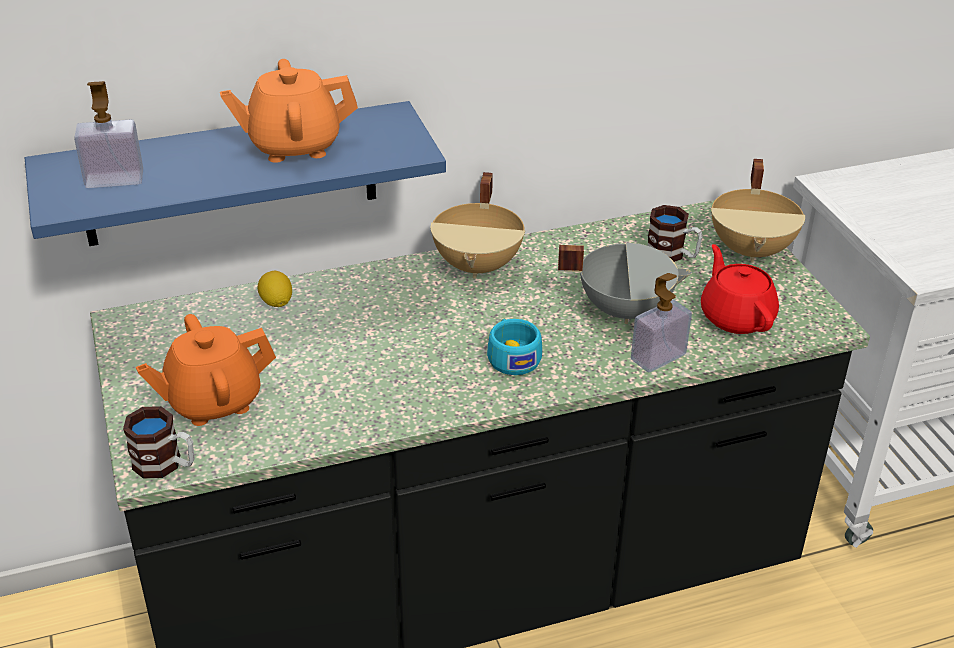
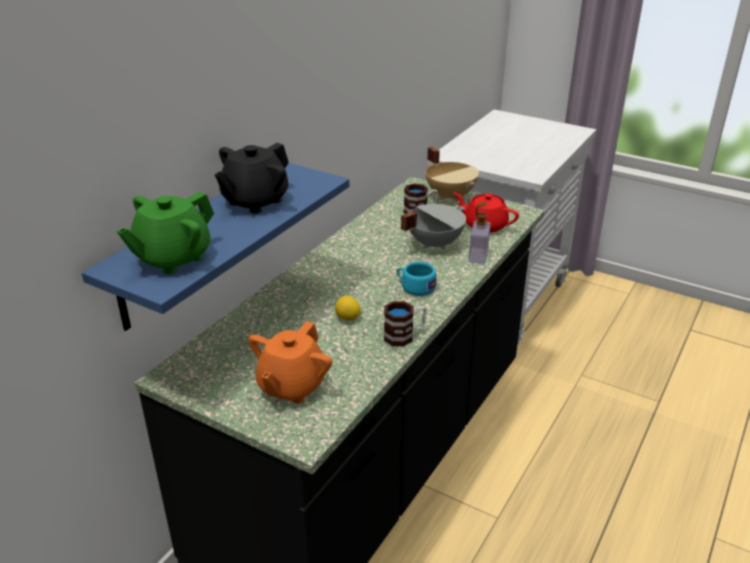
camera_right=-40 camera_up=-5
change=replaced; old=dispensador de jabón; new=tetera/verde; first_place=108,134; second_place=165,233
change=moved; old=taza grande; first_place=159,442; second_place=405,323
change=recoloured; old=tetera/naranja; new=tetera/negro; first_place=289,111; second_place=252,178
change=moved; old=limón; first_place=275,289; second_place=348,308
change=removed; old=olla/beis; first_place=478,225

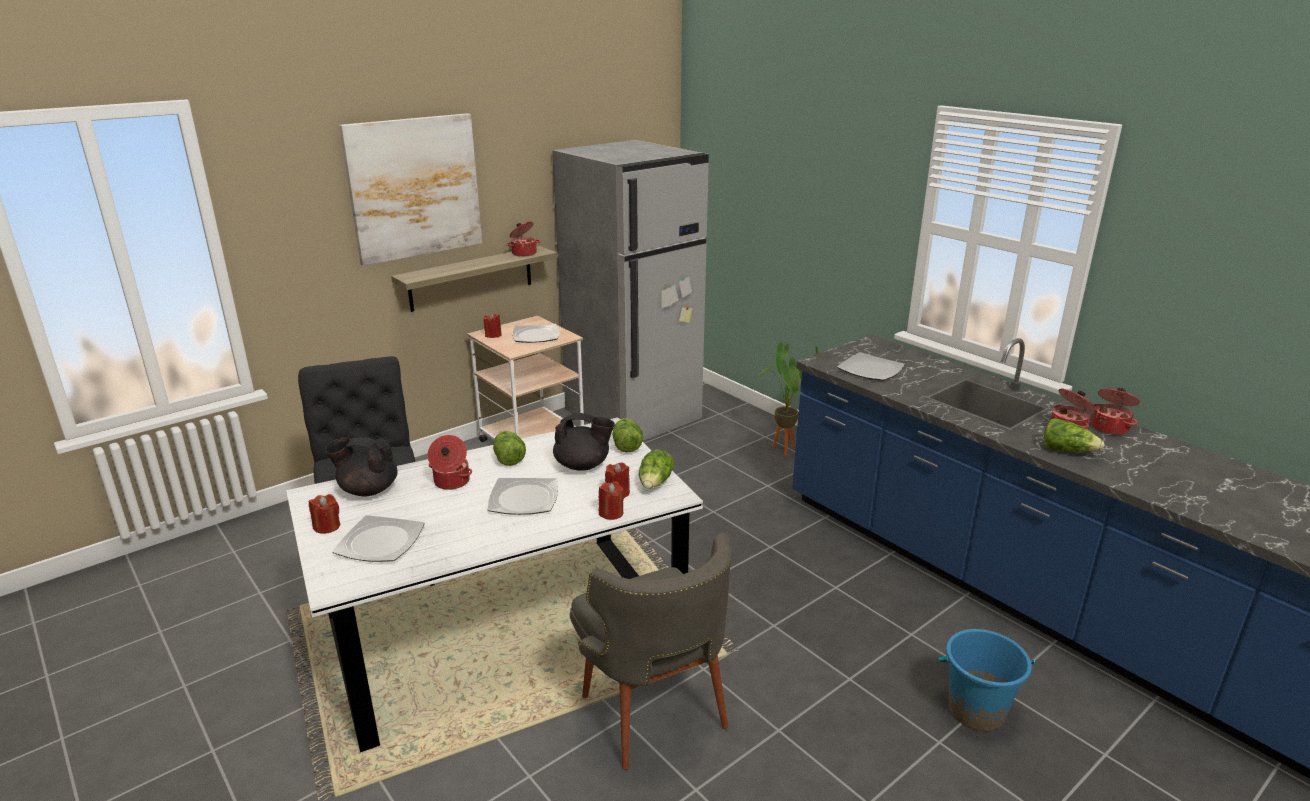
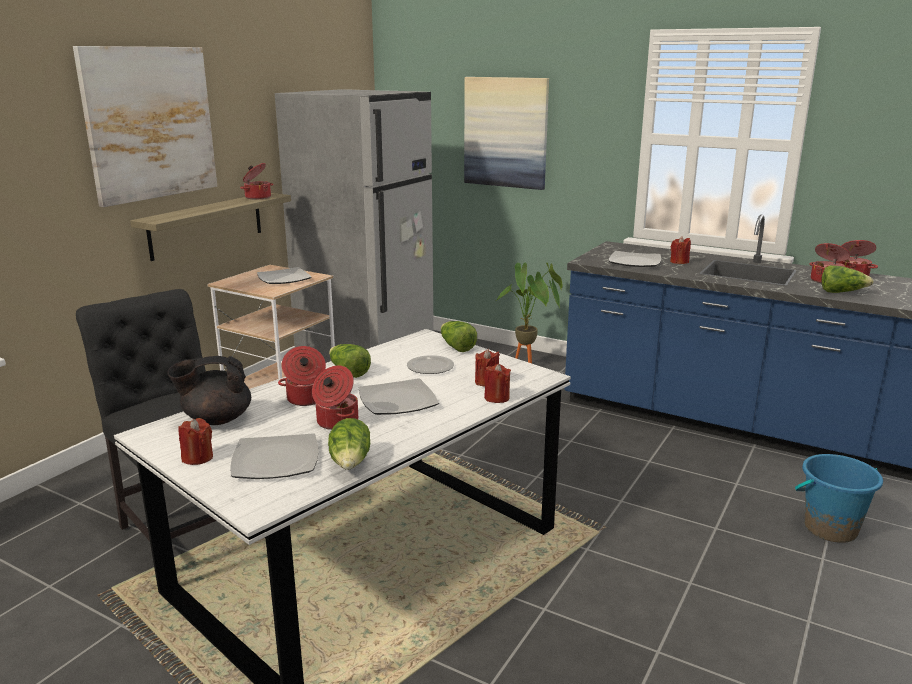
camera_right=-20 camera_up=-5
change=moved; old=vela/rojo; first_place=493,325; second_place=680,250
change=replaced; old=tetera/negro; new=plato; first_place=584,442; second_place=430,364
change=removed; old=silla/gris; first_place=650,651
change=moved; old=lechuga; first_place=656,469; second_place=349,444
change=added; new=olla; second_place=335,397
change=added; new=cuadro; second_place=506,133

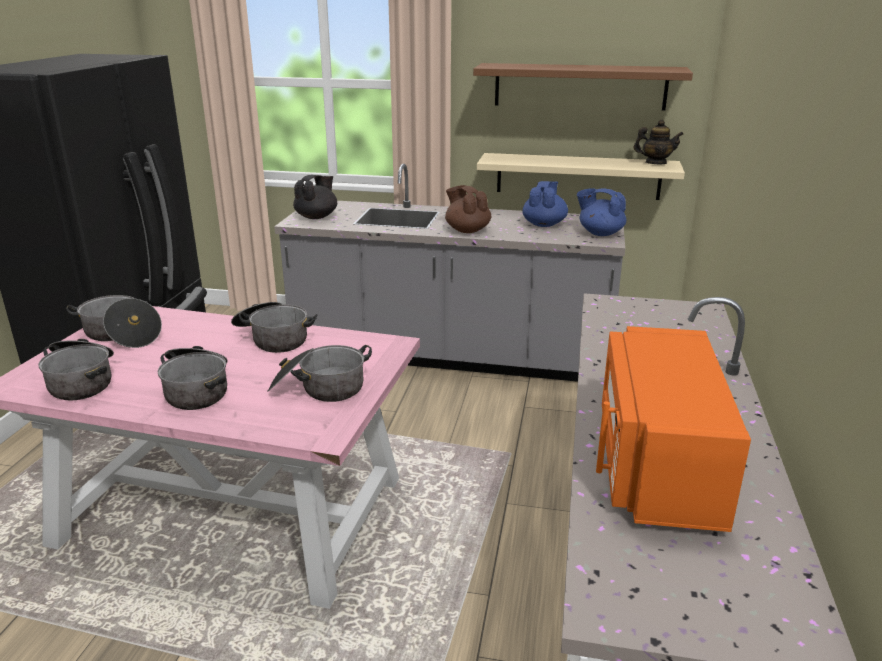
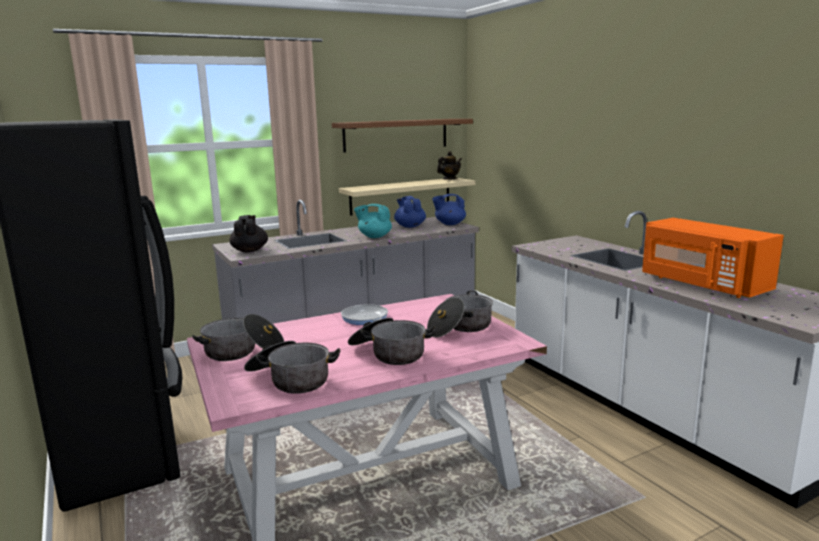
camera_right=-40 camera_up=-10
change=replaced; old=olla; new=sartén; first_place=274,327; second_place=364,314
change=recoloured; old=tetera/marrón; new=tetera/turquesa; first_place=468,209; second_place=373,221

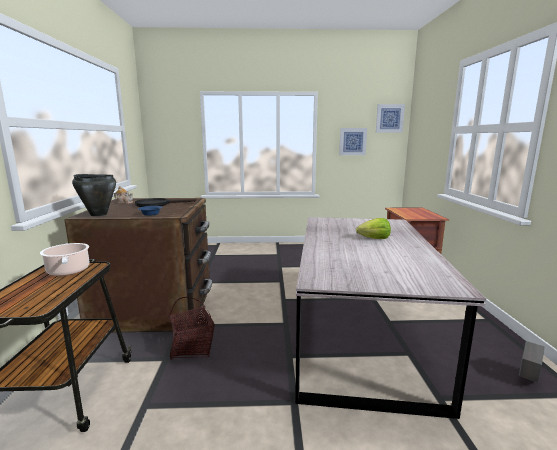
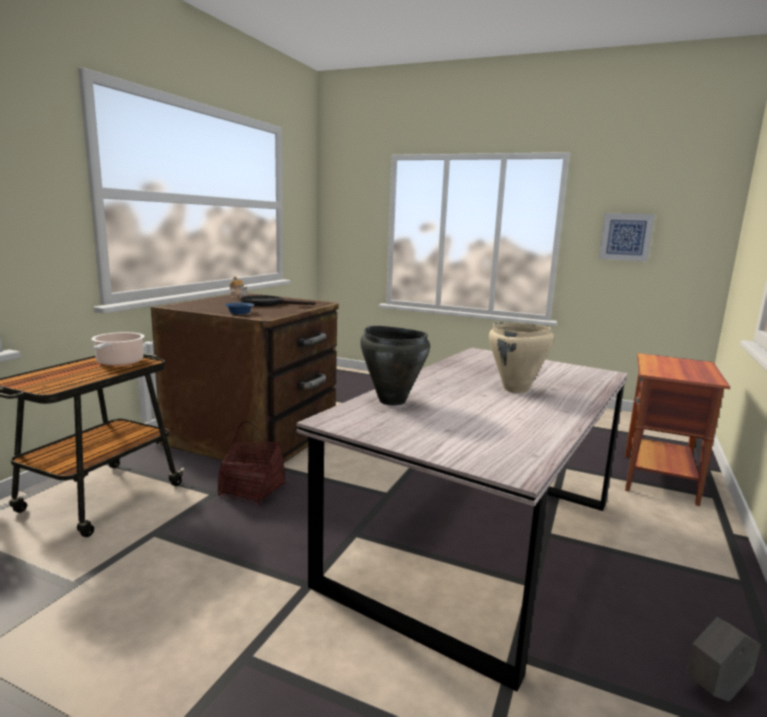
camera_right=25 camera_up=0
change=moved; old=olla/negro; first_place=94,195; second_place=395,365
change=replaced; old=lechuga; new=olla/beis; first_place=373,228; second_place=521,357
change=removed; old=cuadro; first_place=390,118

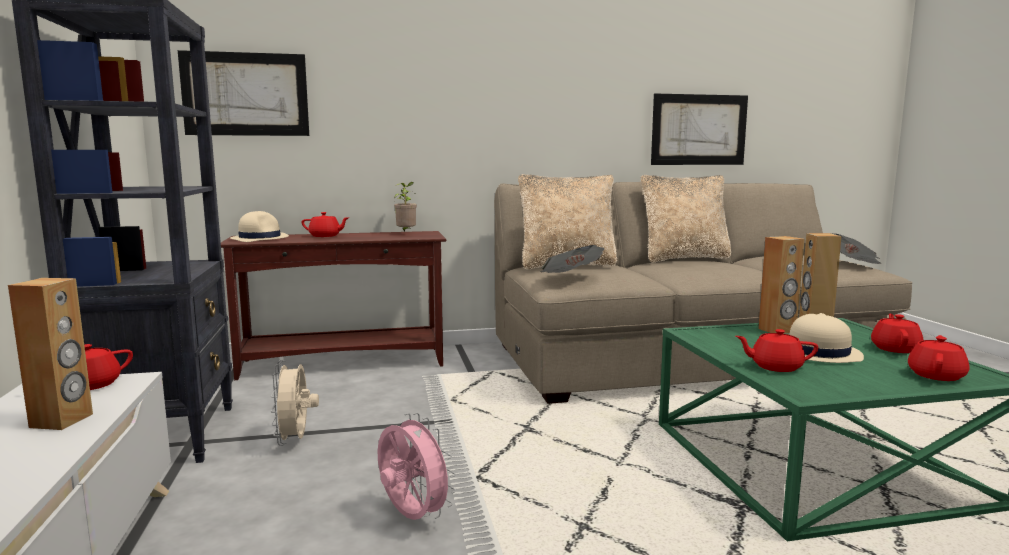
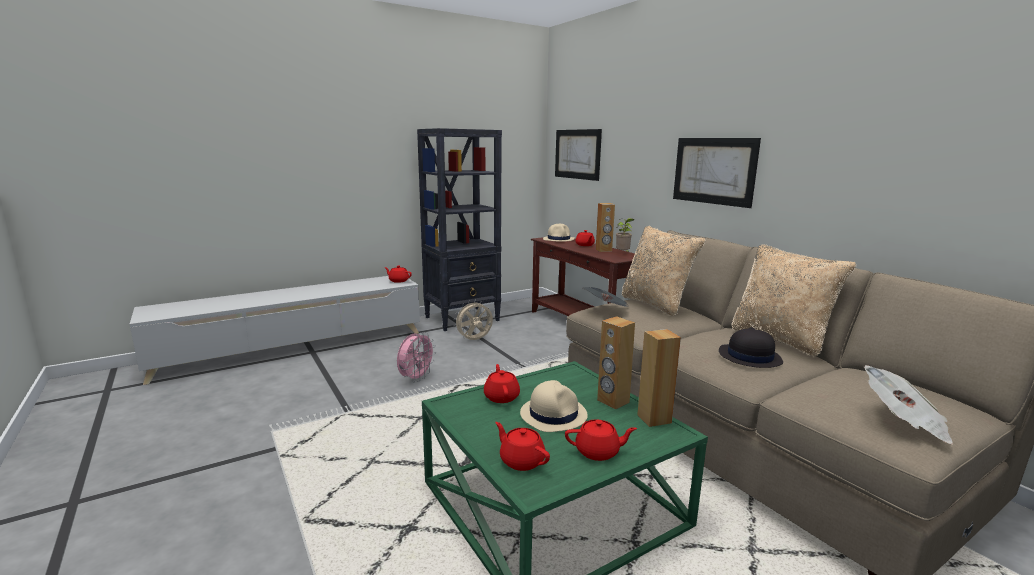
camera_right=70 camera_up=5
change=moved; old=altavoz/marrón; first_place=50,354; second_place=605,227
change=moved; old=cuadro; first_place=699,129; second_place=717,173
change=turned; old=tetera/rojo; first_place=938,358; second_place=522,446; degrees=-150
change=added; new=sombrero/negro; second_place=751,347

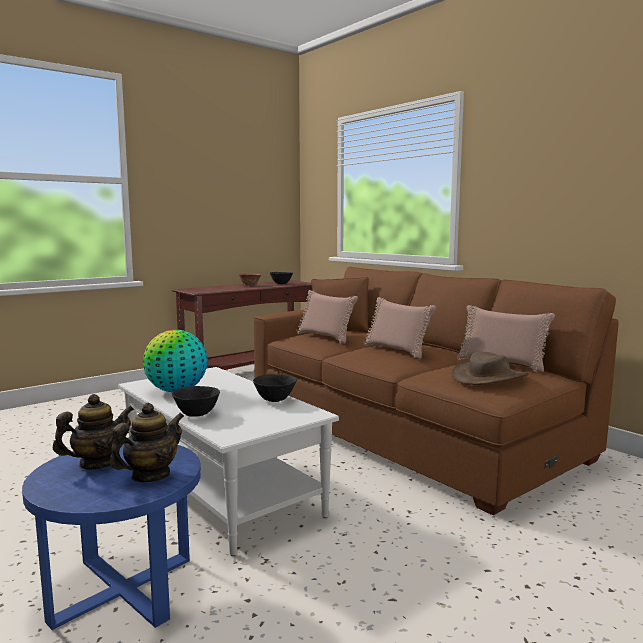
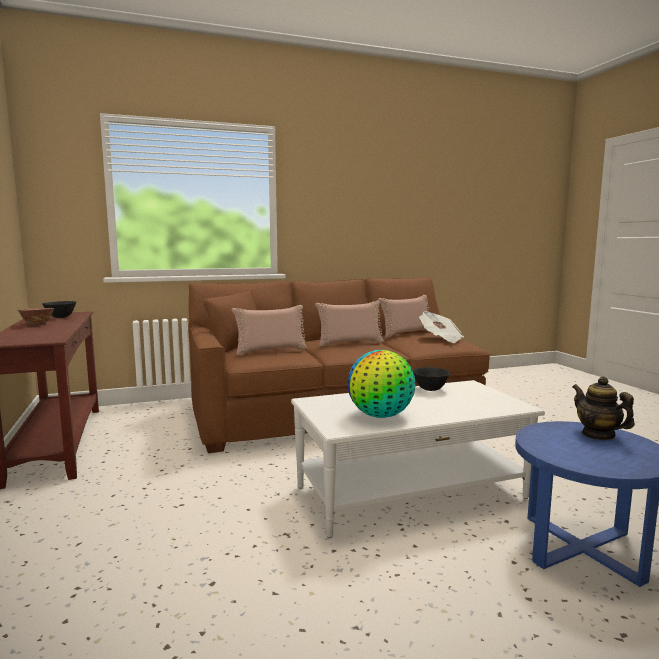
camera_right=-70 camera_up=0
change=removed; old=tetera; first_place=93,431
change=removed; old=cuenco/negro; first_place=196,401
change=replaced; old=sombrero/marrón; new=periódico; first_place=490,368; second_place=441,327

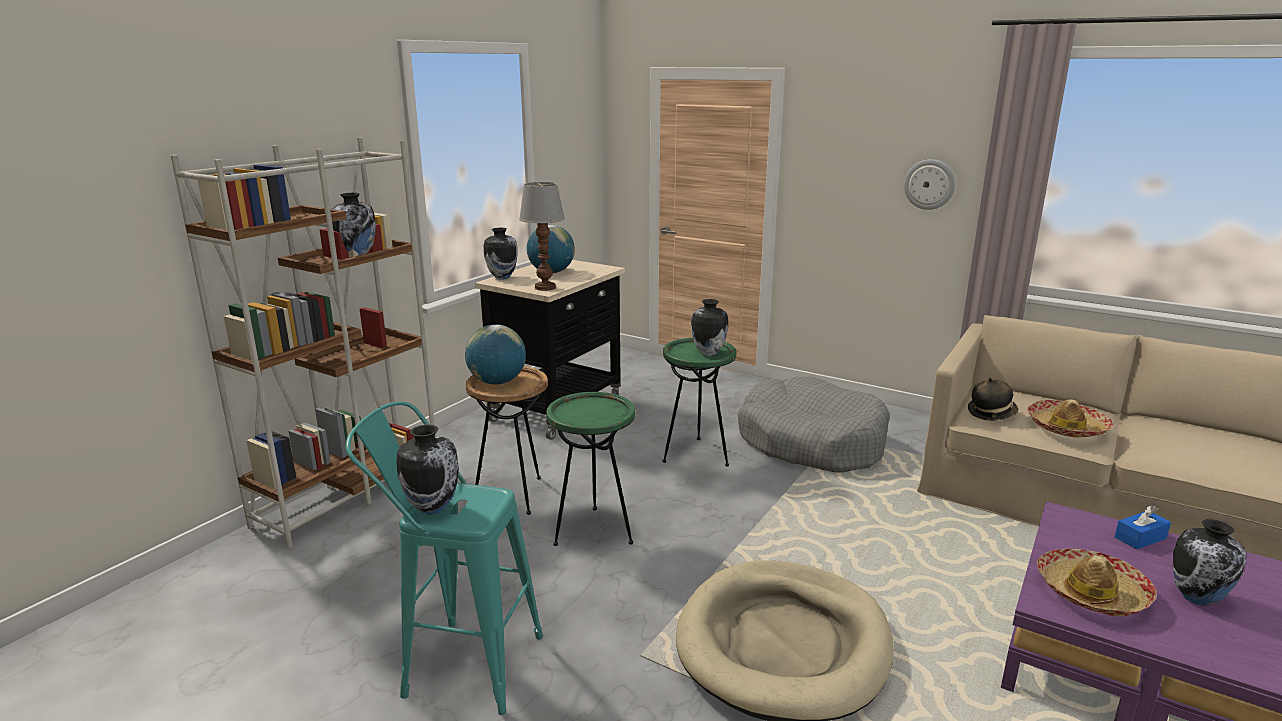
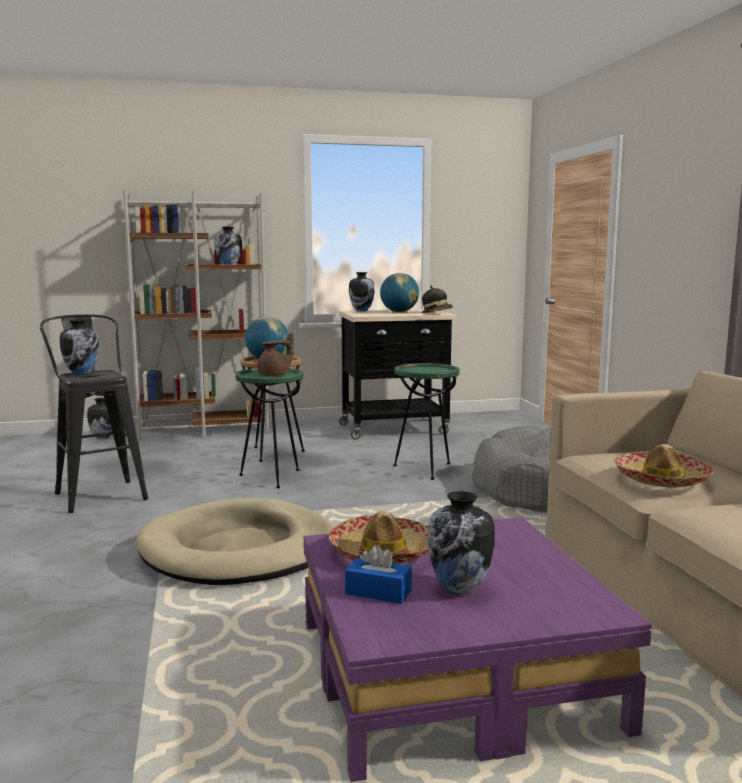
camera_right=45 camera_up=-10
change=recoloured; old=taburete/turquesa; new=taburete/negro; first_place=444,558; second_place=93,413
change=removed; old=lámpara de mesa; first_place=542,236
change=moved; old=florero; first_place=709,327; second_place=99,418
change=removed; old=reloj de pared; first_place=930,184
change=moved; old=sombrero; first_place=993,399; second_place=437,299
change=moved; old=caja de pañuelos/azul; first_place=1142,527; second_place=378,574
change=added; new=tetera/marrón; second_place=275,354

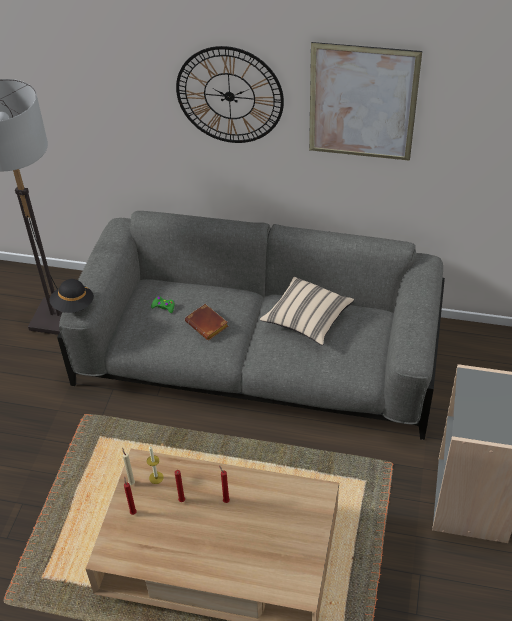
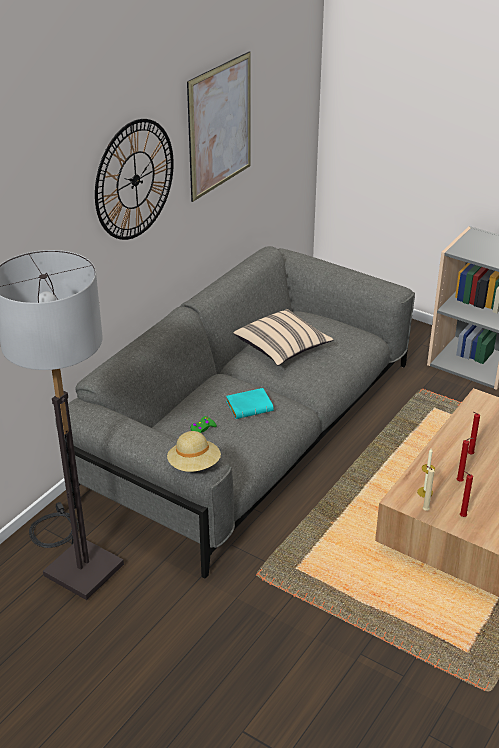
camera_right=-70 camera_up=-10
change=recoloured; old=sombrero/negro; new=sombrero/beis; first_place=71,296; second_place=194,451
change=recoloured; old=libro/marrón; new=libro/turquesa; first_place=206,322; second_place=250,403

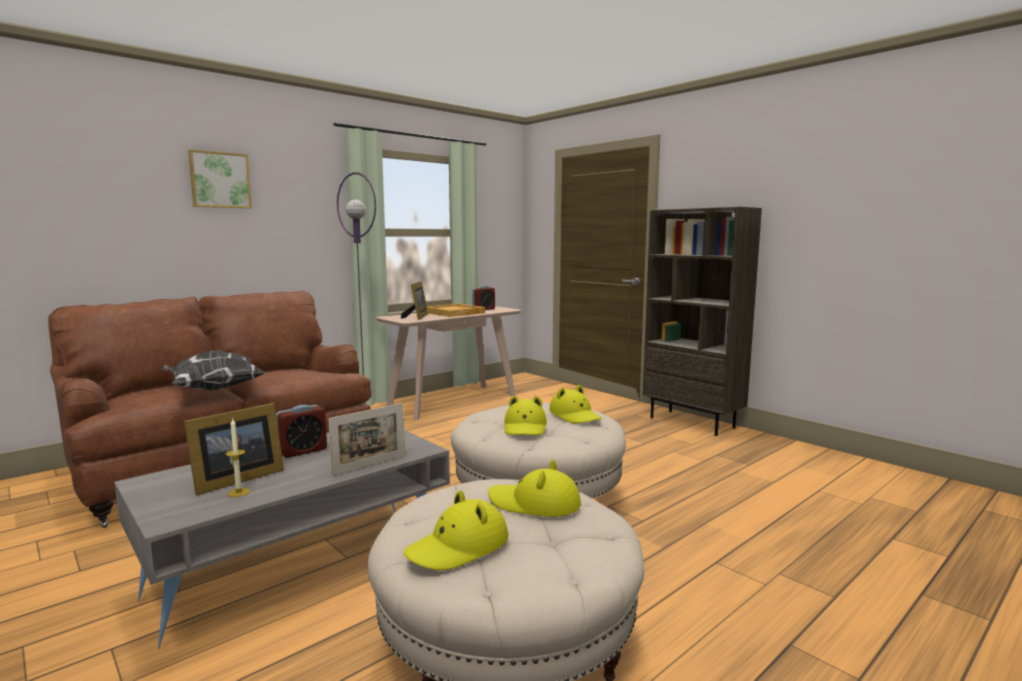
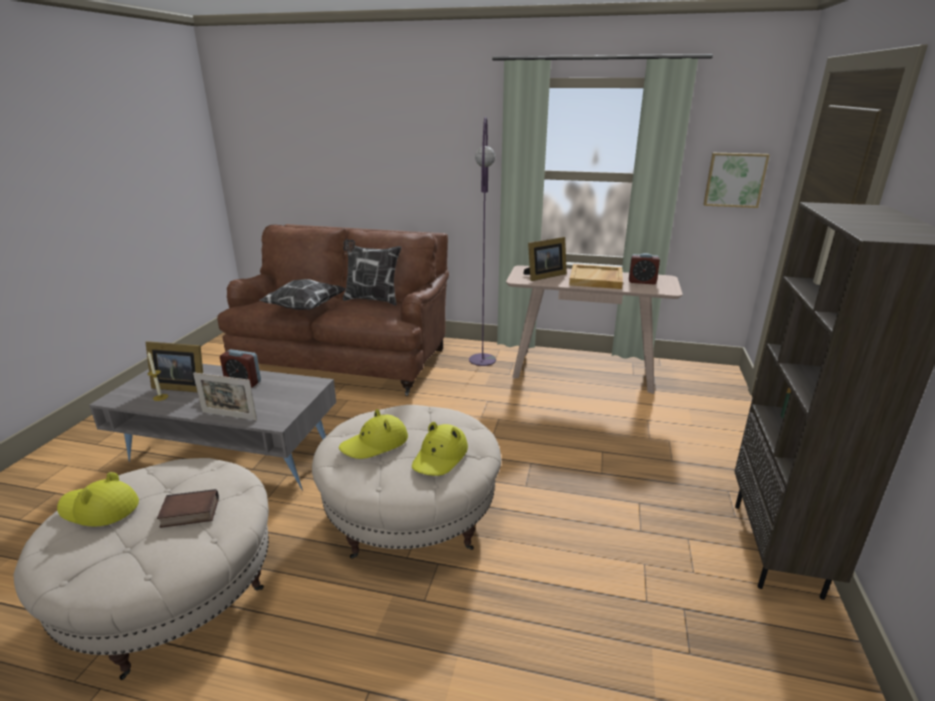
camera_right=55 camera_up=15
change=moved; old=cuadro; first_place=220,179; second_place=736,180
change=replaced; old=sombrero/amarillo; new=libro; first_place=534,488; second_place=188,508
change=added; new=cojín; second_place=372,272

